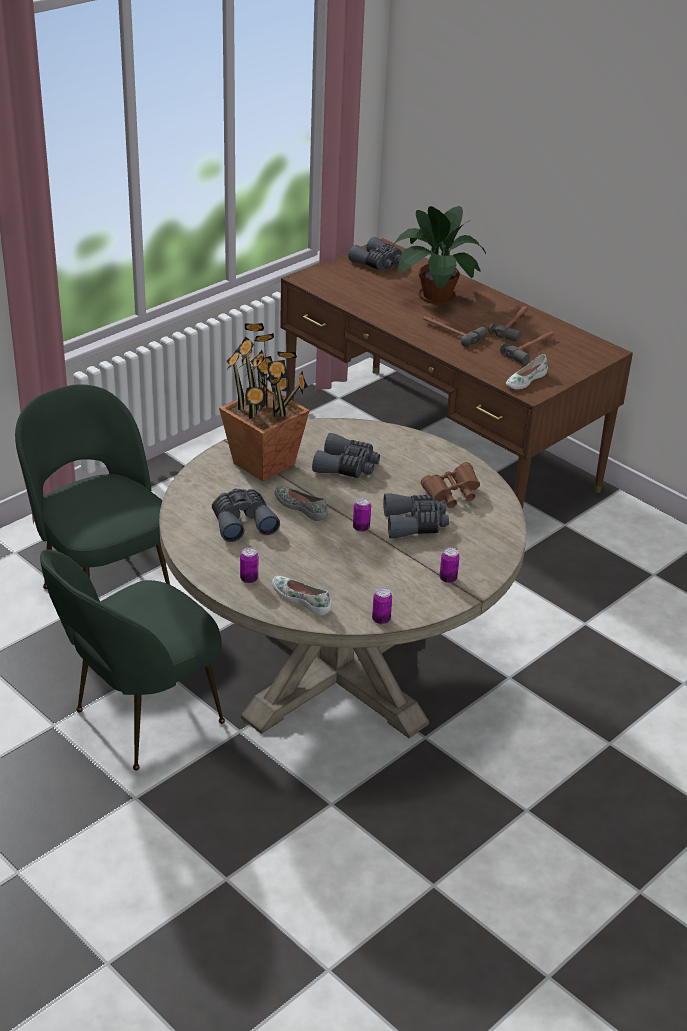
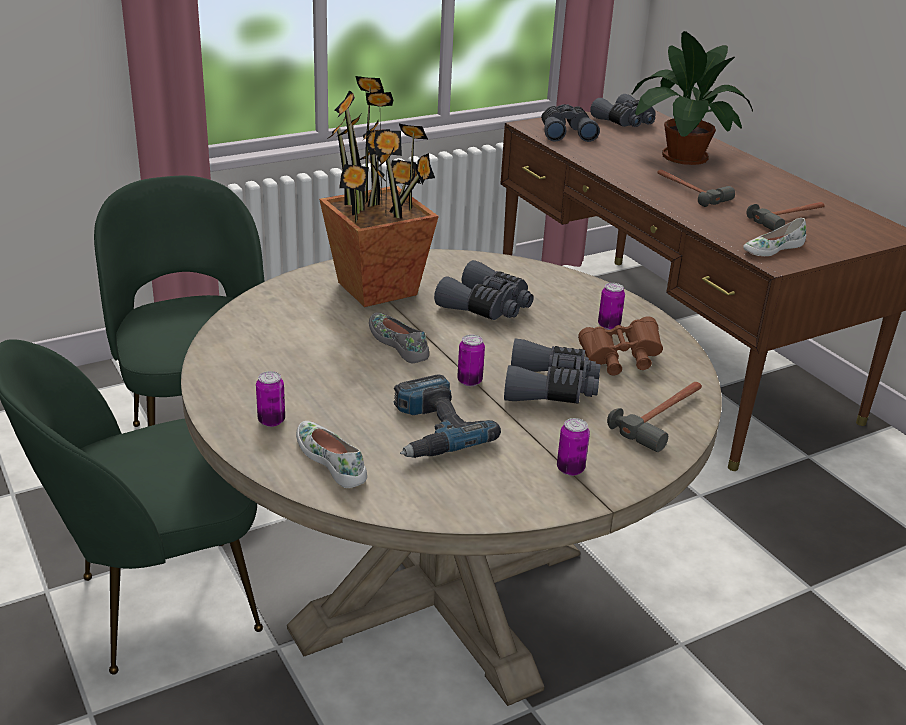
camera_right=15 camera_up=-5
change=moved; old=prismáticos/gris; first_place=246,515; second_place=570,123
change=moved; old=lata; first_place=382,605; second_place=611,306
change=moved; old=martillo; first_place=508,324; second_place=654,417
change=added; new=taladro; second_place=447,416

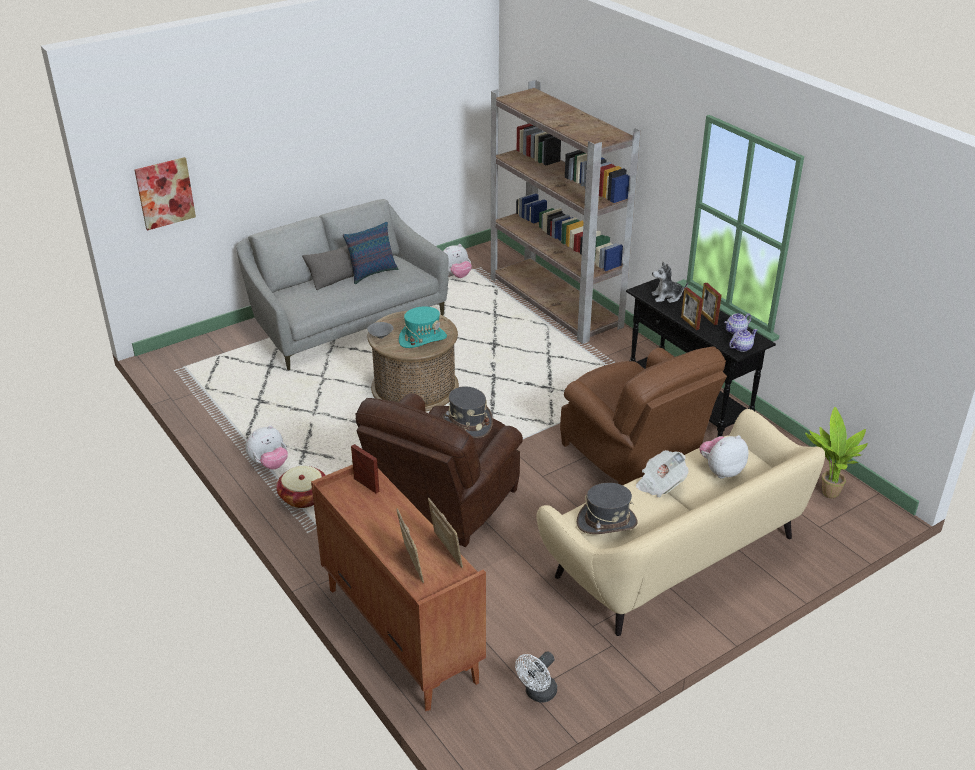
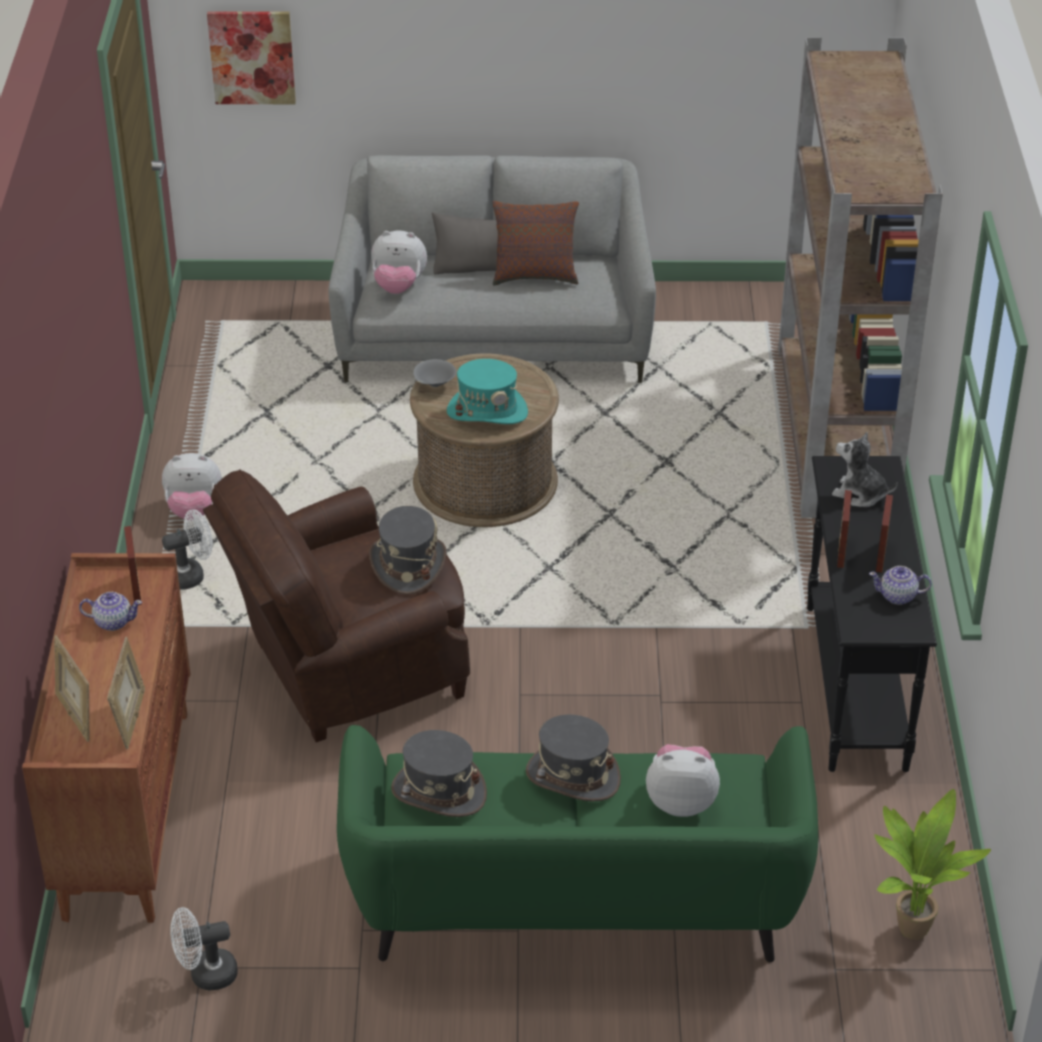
camera_right=35 camera_up=5
change=replaced; old=cesta; new=ventilador/blanco; first_place=301,487; second_place=187,549
change=recoloured; old=cojín/azul; new=cojín/marrón; first_place=370,253; second_place=535,243
change=turned; old=portarretratos; first_place=410,545; second_place=71,688; degrees=135
change=moved; old=peluche; first_place=457,261; second_place=399,262
change=recoloured; old=sofá/beis; new=sofá/verde; first_place=680,522; second_place=577,843
change=removed; old=sillón/marrón; first_place=643,415
change=replaced; old=periódico; new=sombrero/gris; first_place=662,474; second_place=573,758
change=moved; old=tetera; first_place=743,340; second_place=110,611

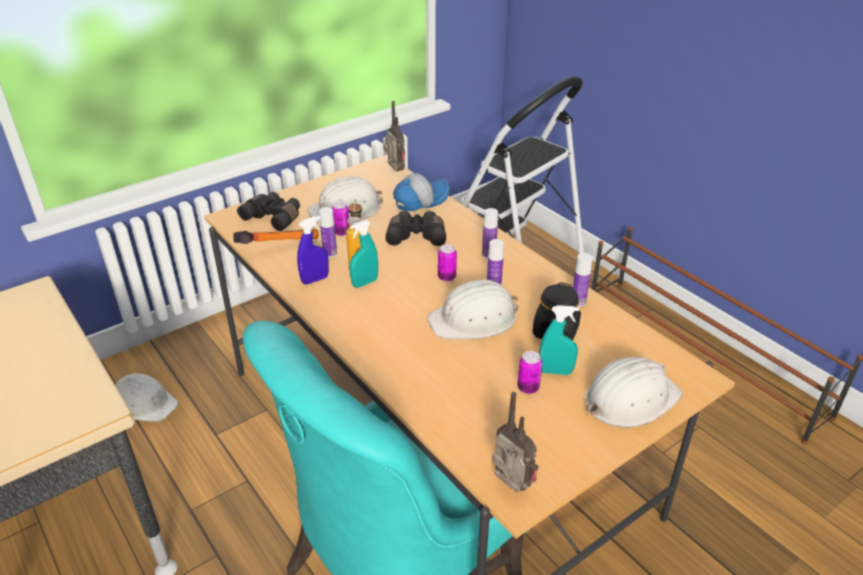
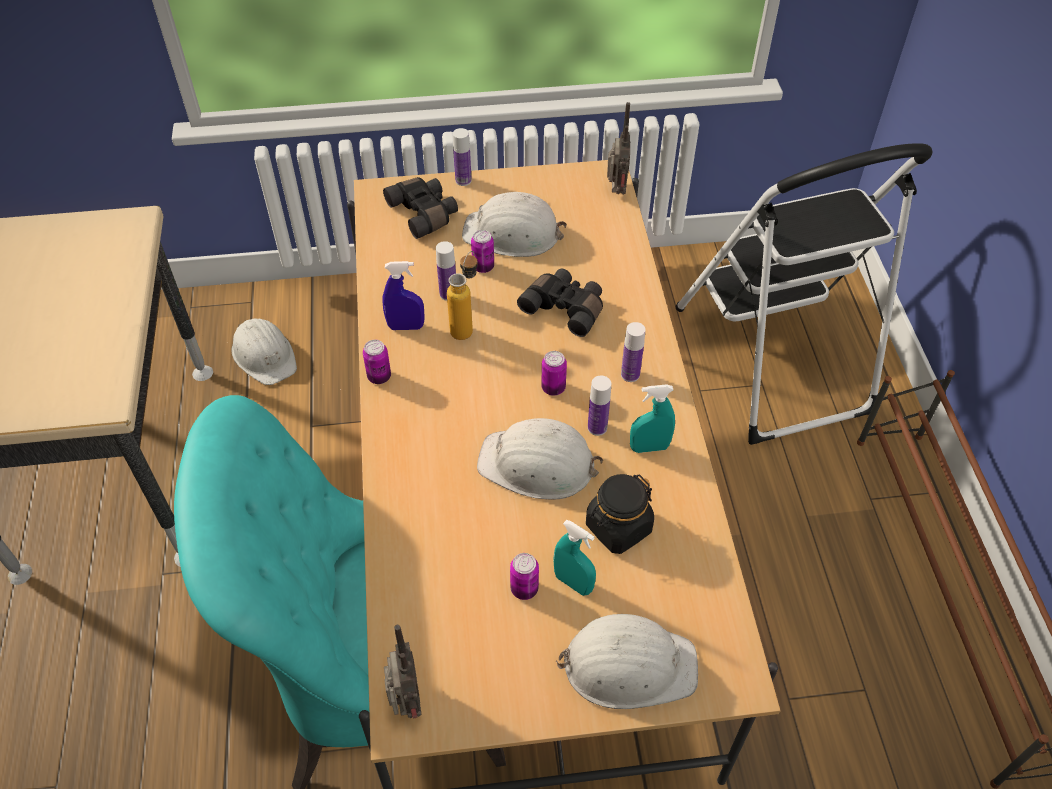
camera_right=30 camera_up=15
change=removed; old=martillo; first_place=276,236
change=moved; old=pulverizador/turquesa; first_place=363,254; second_place=652,418
change=removed; old=gorra; first_place=421,192
change=moved; old=botella; first_place=583,280; second_place=462,157
change=added; new=lata; second_place=377,362

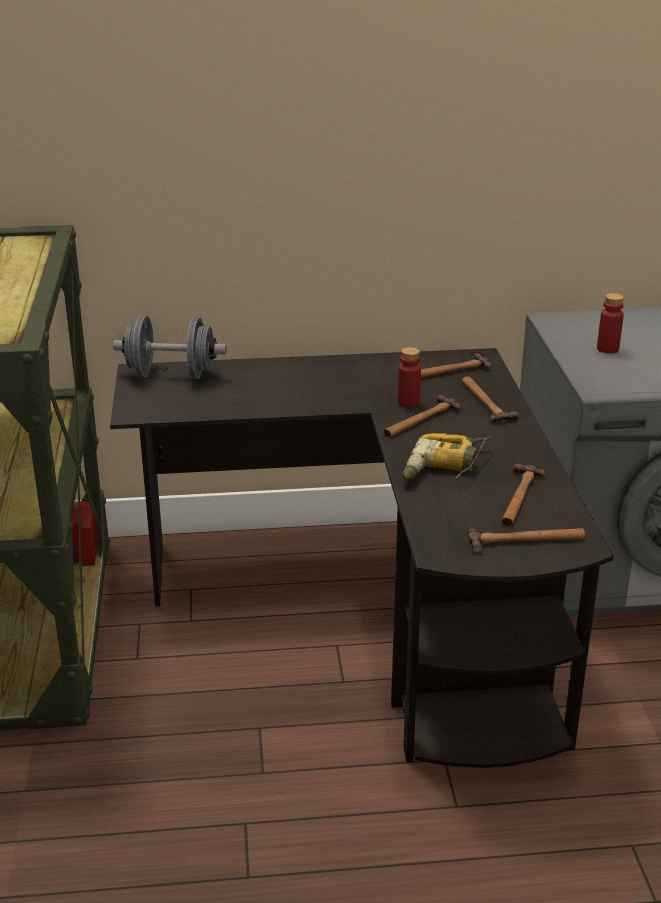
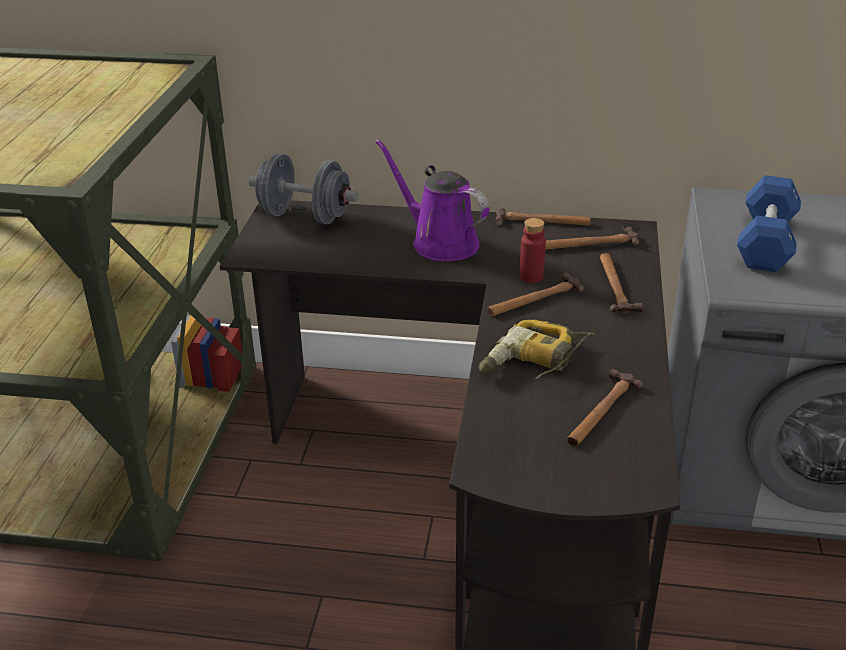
camera_right=15 camera_up=5
change=moved; old=martillo; first_place=526,540; second_place=543,217
change=replaced; old=botella/rojo; new=mancuerna/azul; first_place=610,323; second_place=769,223
change=added; new=regadera/morado; second_place=432,200

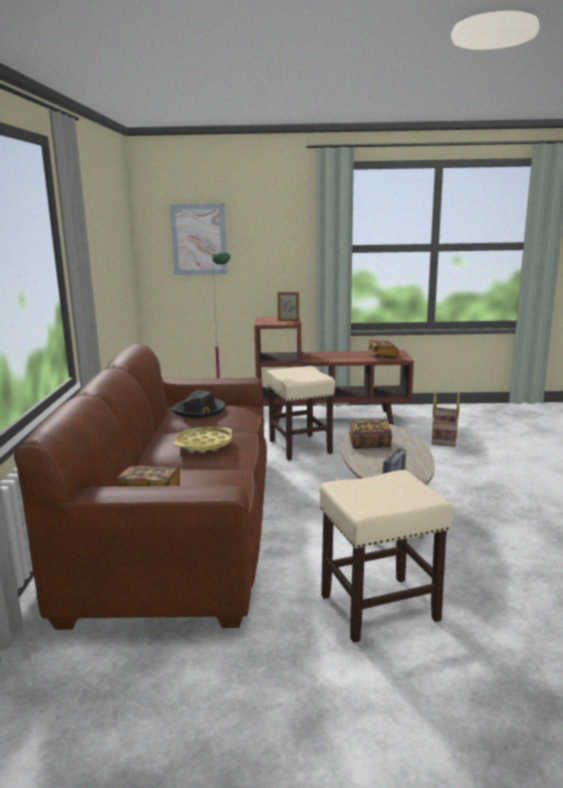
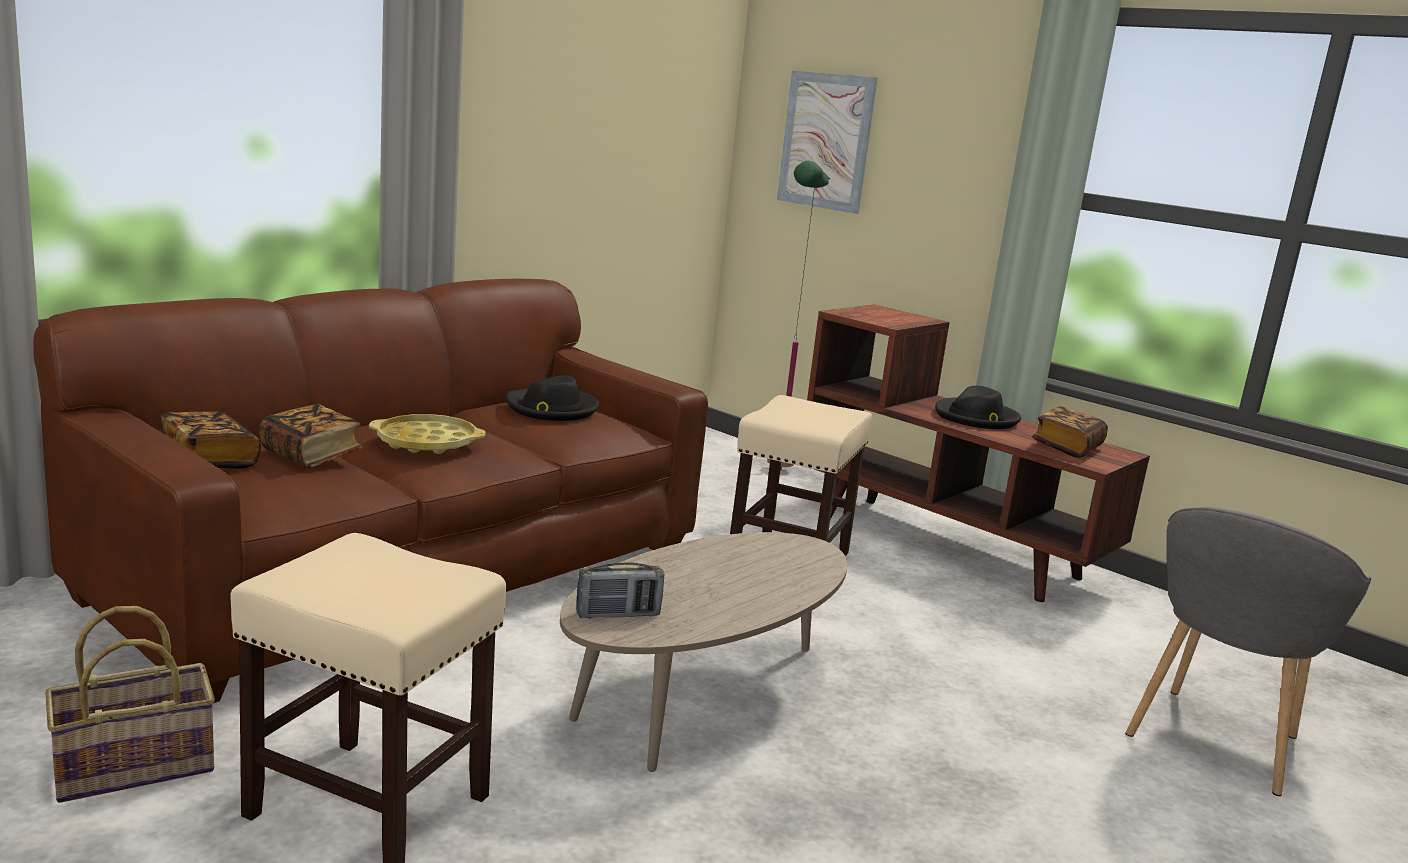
camera_right=40 camera_up=0
change=removed; old=portarretratos; first_place=288,306
change=moved; old=libro; first_place=370,434; second_place=311,436
change=moved; old=cesta; first_place=446,419; second_place=130,704
change=added; new=sombrero/negro; second_place=978,407
change=added; new=sillón/gris; second_place=1248,651

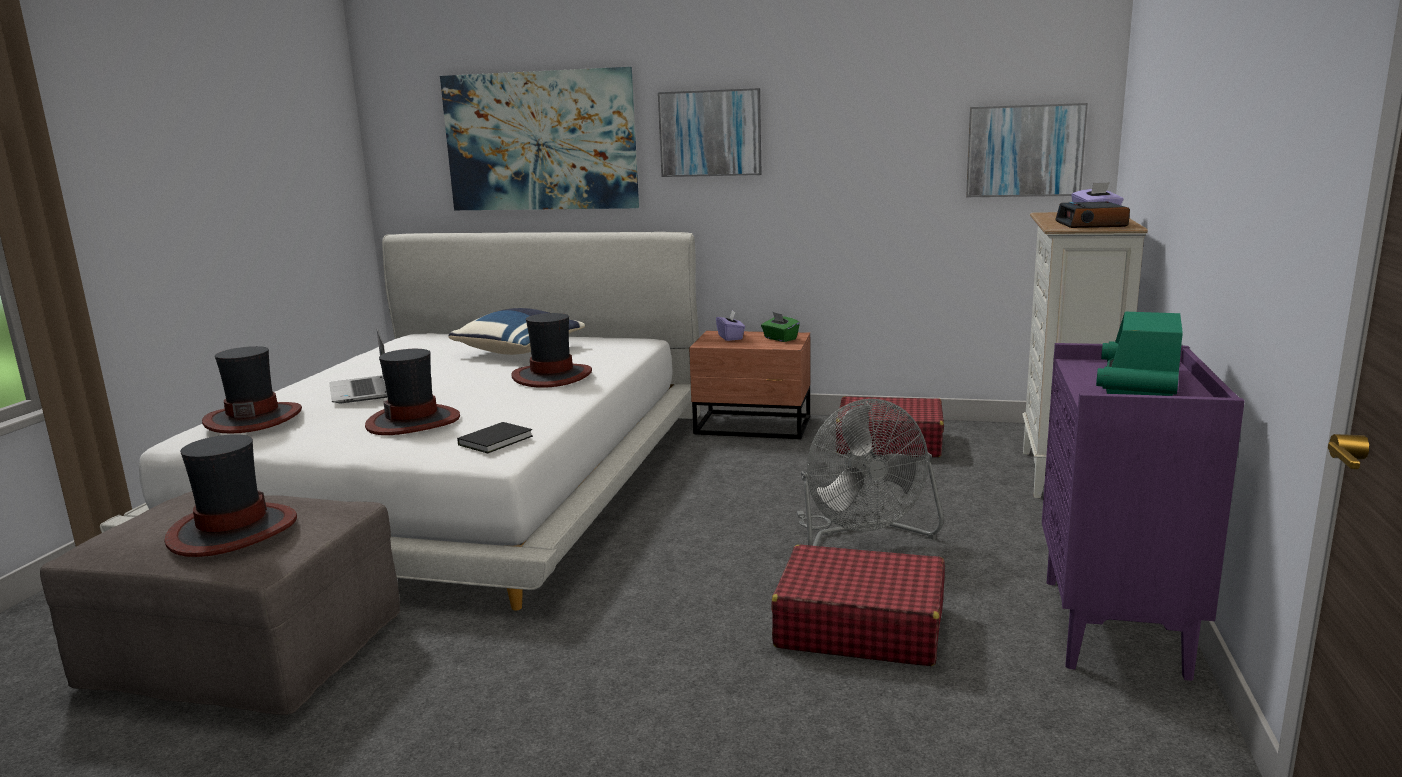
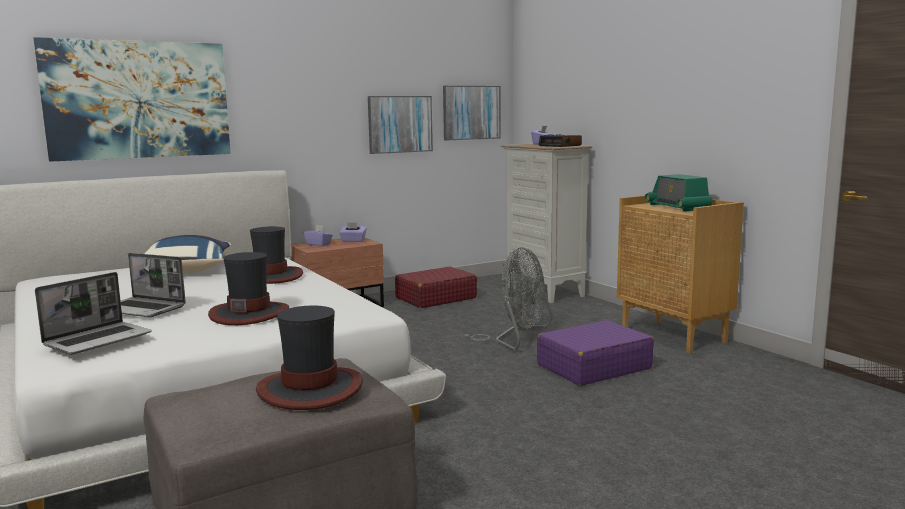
camera_right=-45 camera_up=-5
change=replaced; old=sombrero; new=portátil; first_place=252,390; second_place=93,313
change=removed; old=libro/negro; first_place=495,438
change=moved; old=cuadro; first_place=710,132; second_place=400,125
change=recoloured; old=caja de pañuelos/verde; new=caja de pañuelos/morado; first_place=780,327; second_place=353,232
change=recoloured; old=maleta/rojo; new=maleta/morado; first_place=858,605; second_place=595,353
change=recoloured; old=armario/morado; new=armario/marrón; first_place=1143,512; second_place=680,274

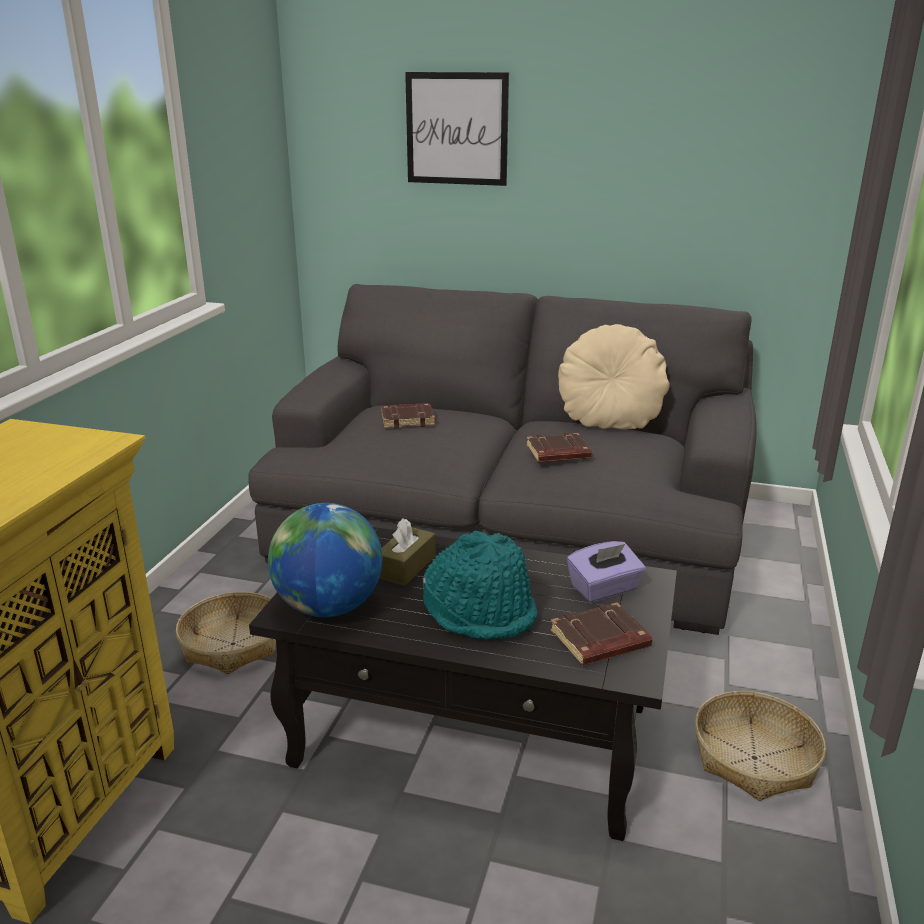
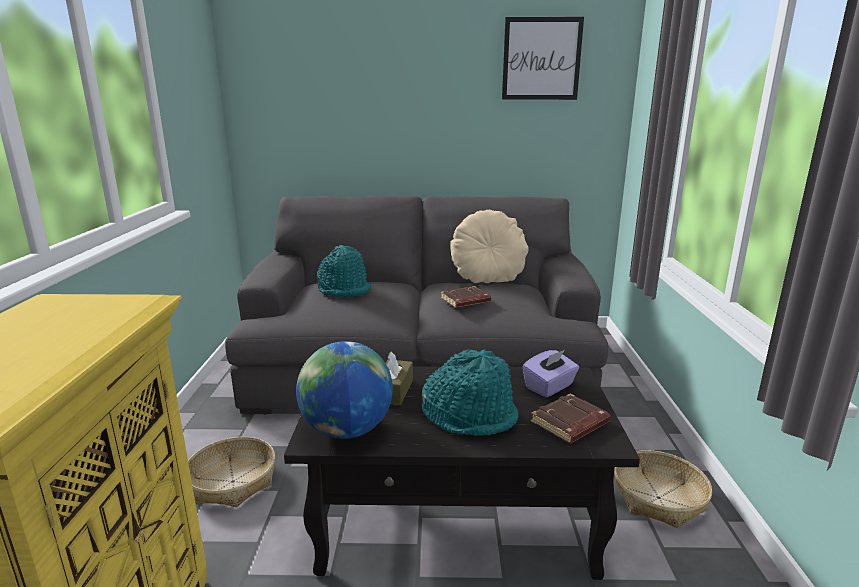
camera_right=-15 camera_up=-5
change=replaced; old=libro/marrón; new=sombrero/turquesa; first_place=408,416; second_place=344,271
change=moved; old=cuadro; first_place=457,129; second_place=543,58

